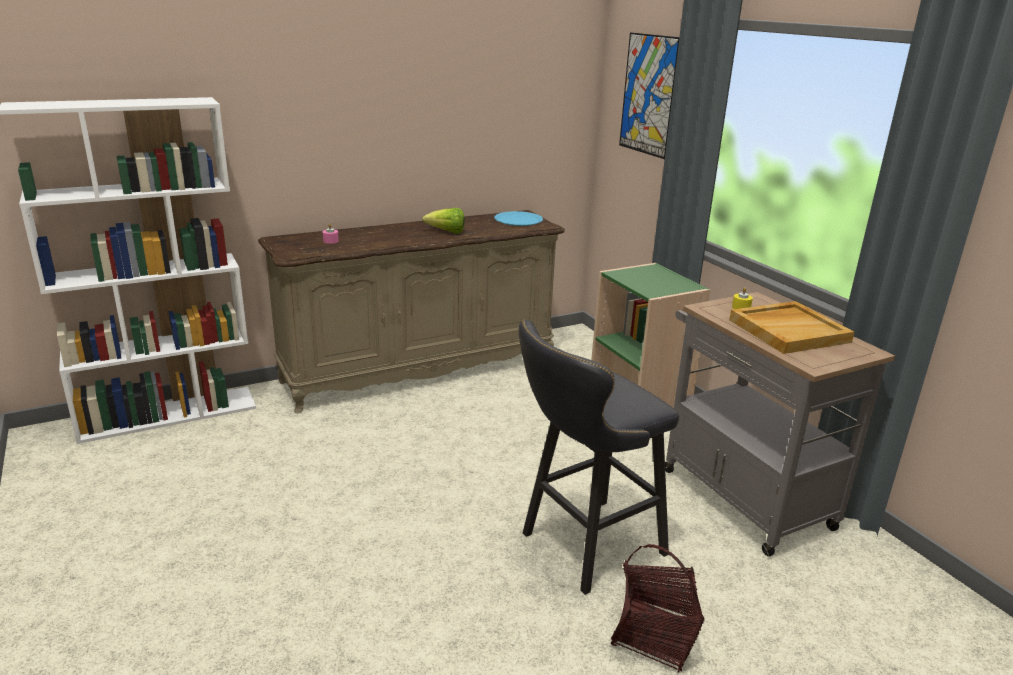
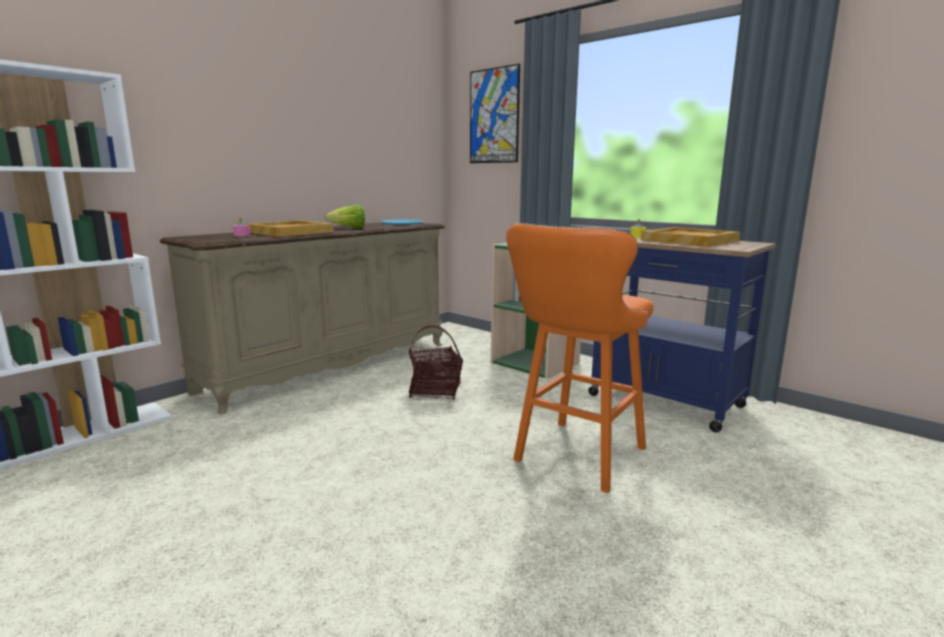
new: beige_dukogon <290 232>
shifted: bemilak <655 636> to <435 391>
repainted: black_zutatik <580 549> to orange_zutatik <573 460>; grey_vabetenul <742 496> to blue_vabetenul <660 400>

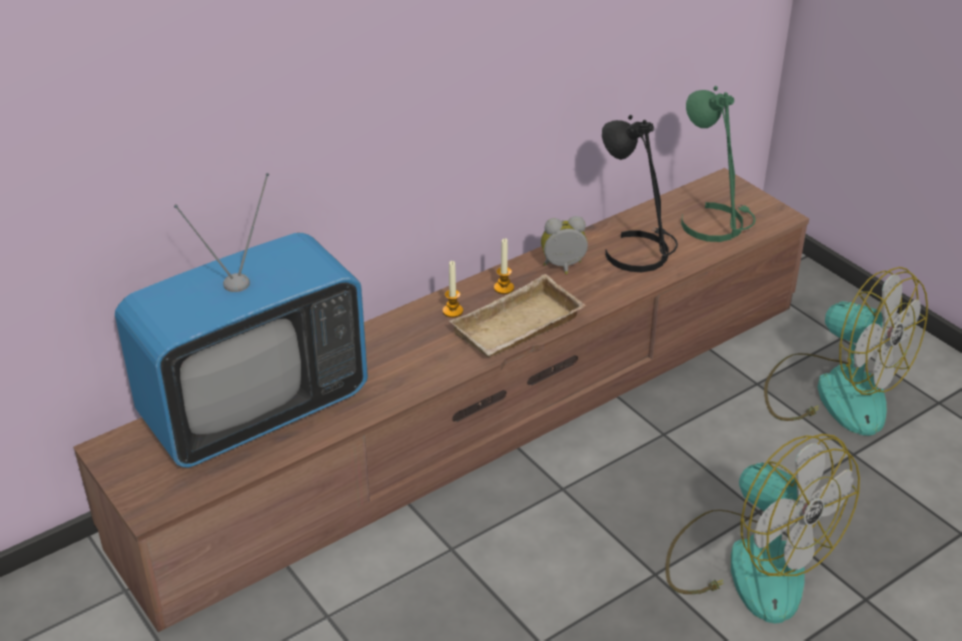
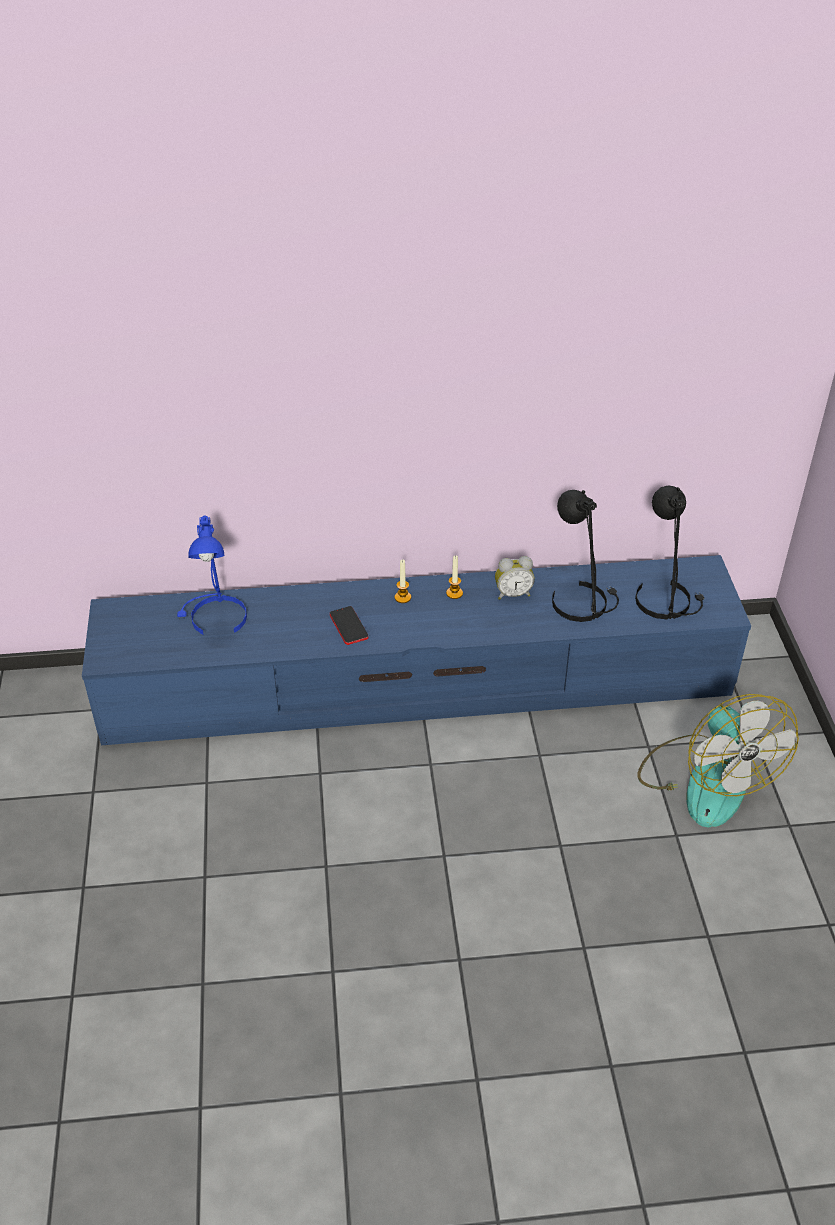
gone: beige_dukogon <518 329>; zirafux <748 563>
new: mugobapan <349 626>
swapped: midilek <254 409> to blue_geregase <215 618>
repainted: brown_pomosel <480 414> to blue_pomosel <417 683>; green_geregase <714 222> to black_geregase <666 600>
rotated: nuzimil <563 267> = <512 593> 150 degrees clockwise

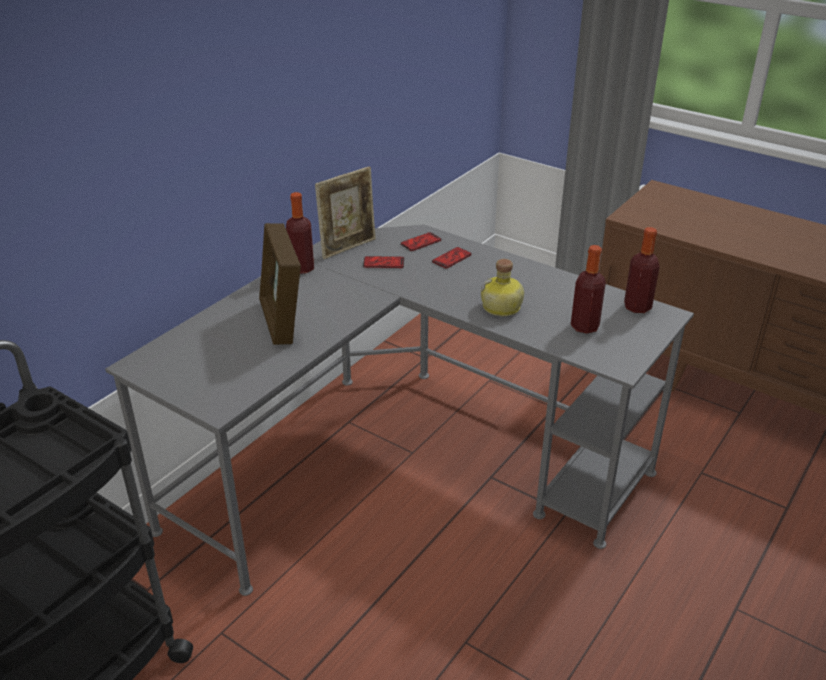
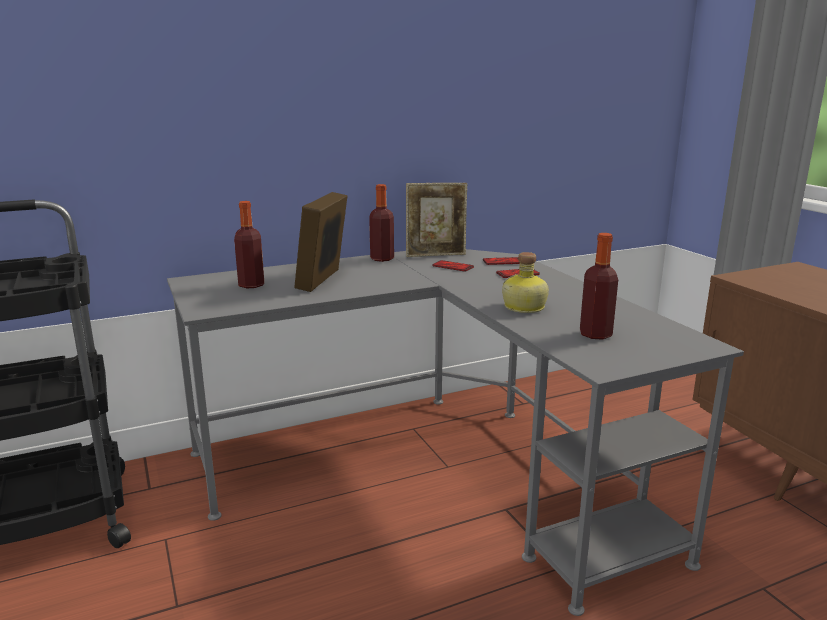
shifted: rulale <637 307> to <251 285>

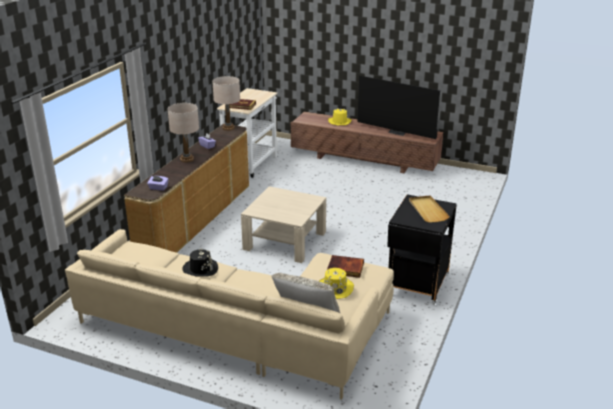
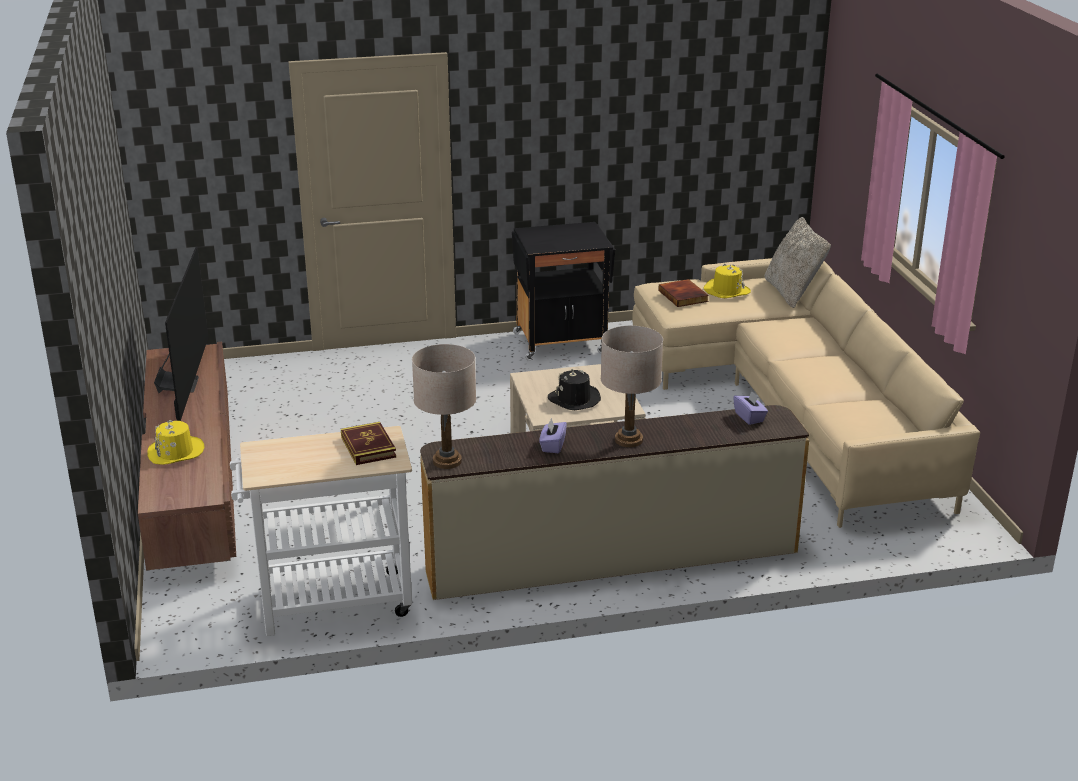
gone: beige_dukogon <427 210>
shifted: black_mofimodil <200 269> to <574 399>

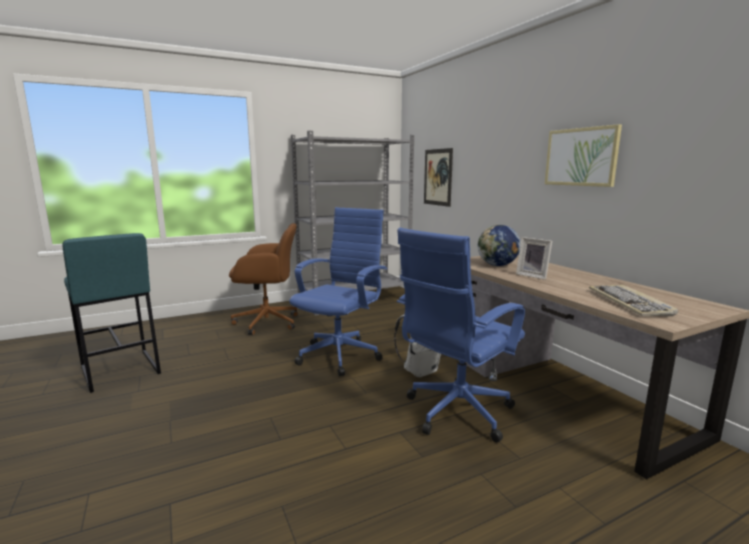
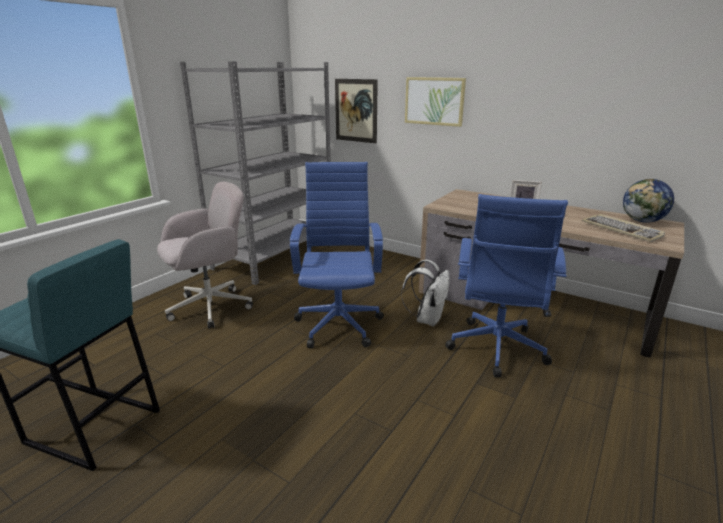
shifted: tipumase <497 265> to <642 221>; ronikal <581 157> to <434 101>
repainted: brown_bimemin <268 323> to grey_bimemin <212 307>

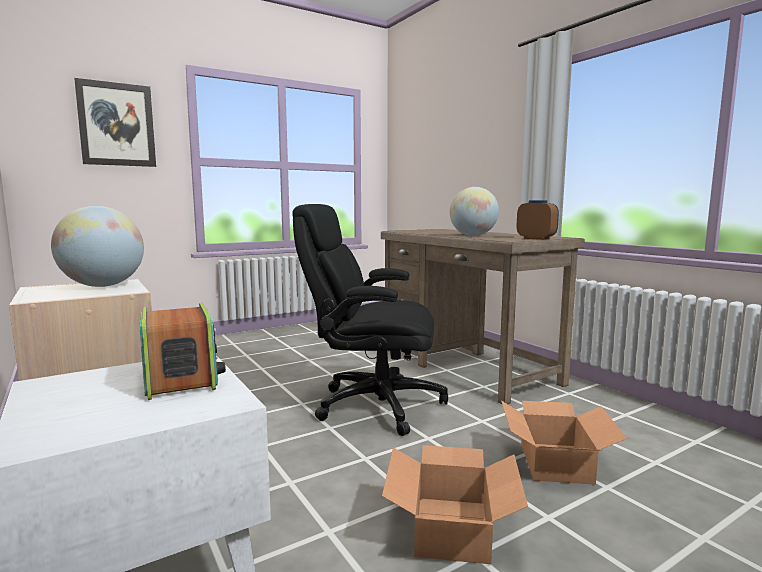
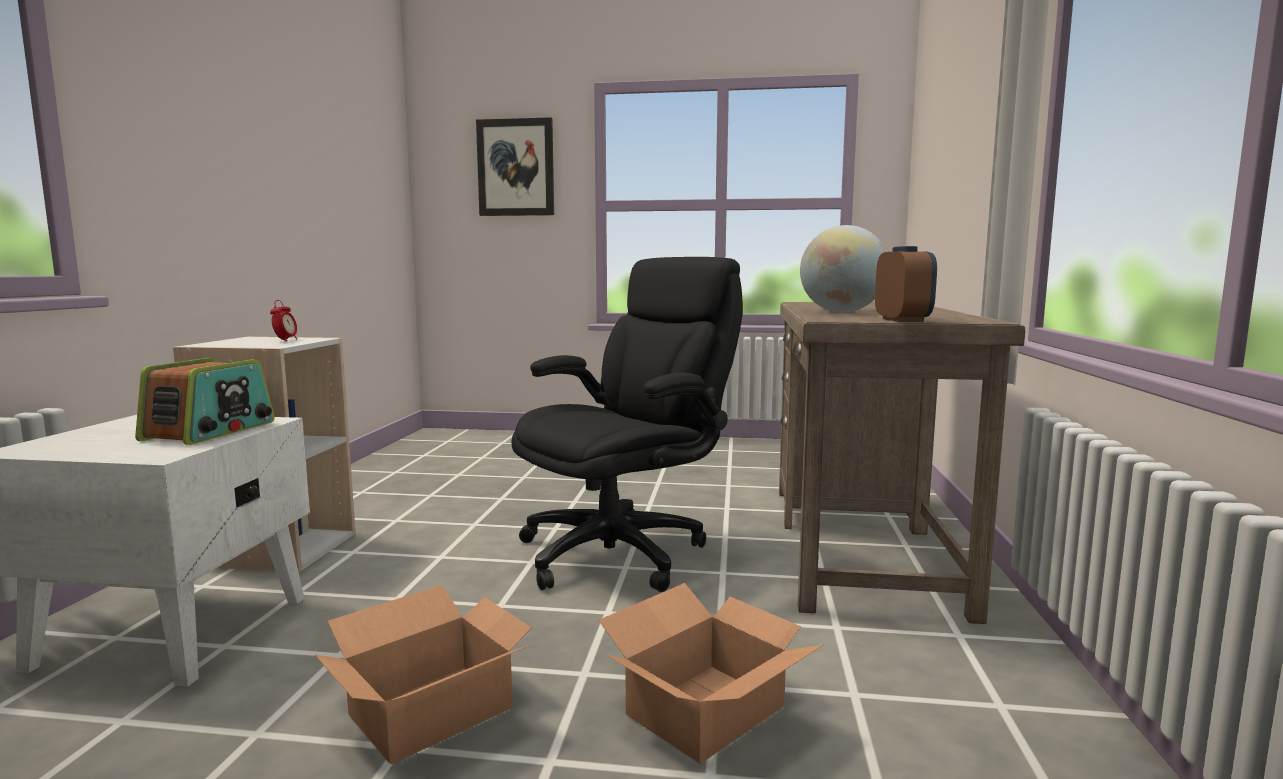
swapped: tipumase <103 286> to nuzimil <285 340>
rotated: black_bimemin <371 404> = <623 552> 90 degrees clockwise

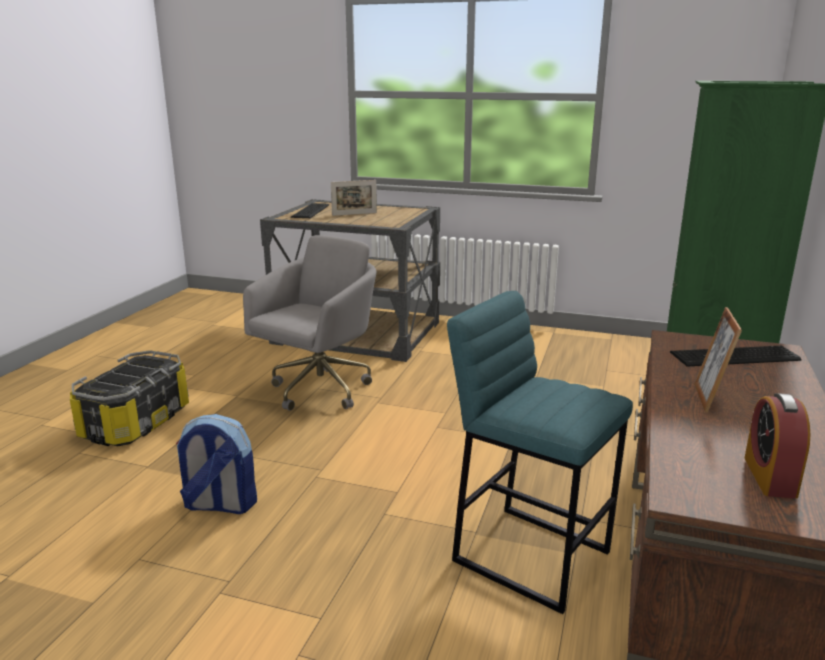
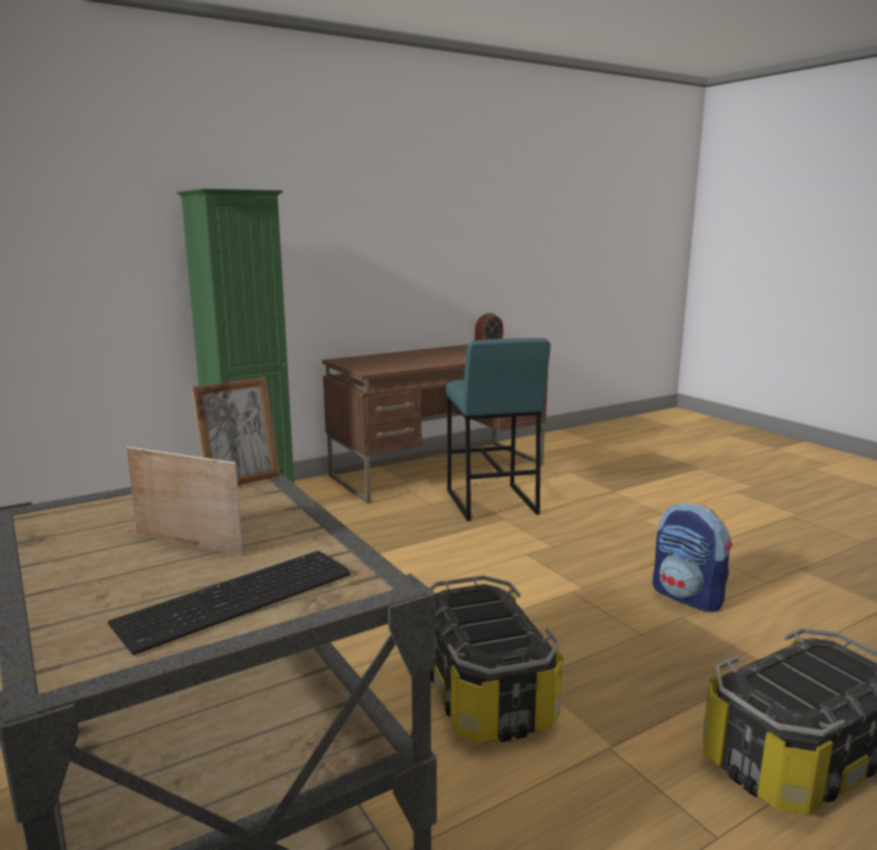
gone: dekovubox <737 357>
shifted: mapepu <709 398> to <241 481>
swapped: grey_bimemin <317 393> to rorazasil <483 693>

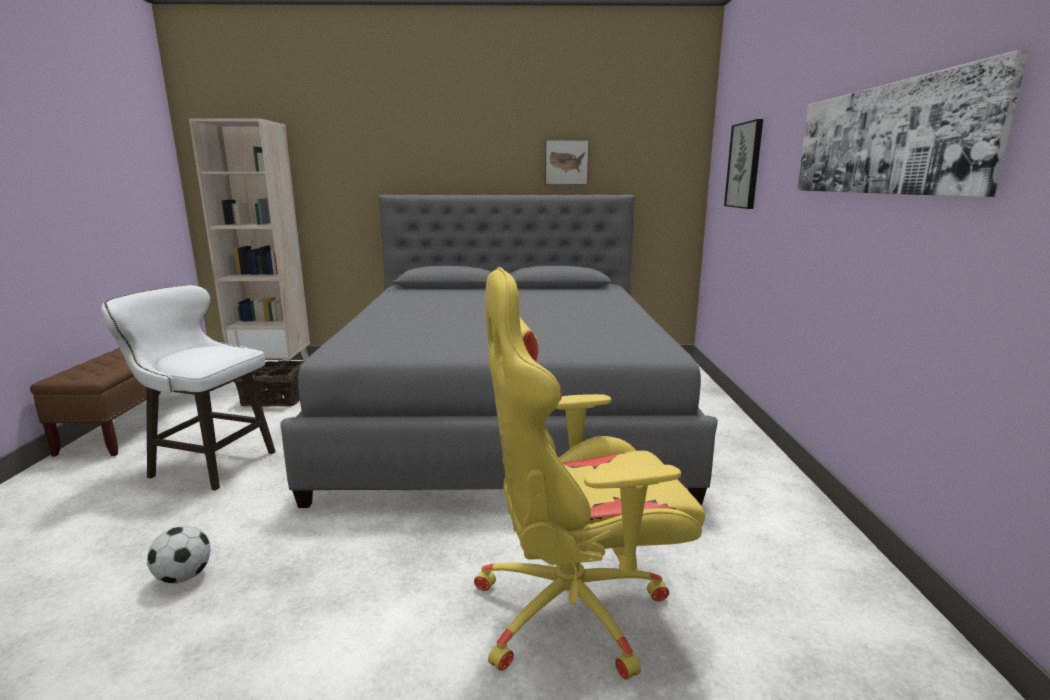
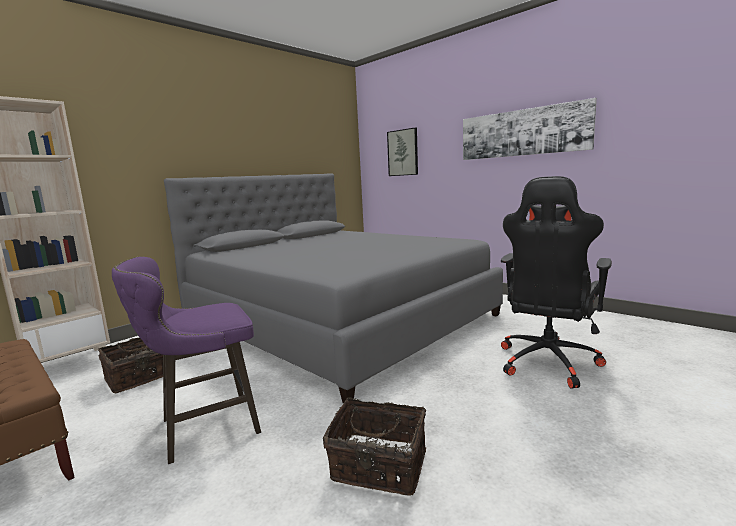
gone: ronikal <566 162>
swapped: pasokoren <183 577> to bemilak <378 467>
repainted: white_zutatik <209 463> to purple_zutatik <204 427>; yellow_bimemin <583 609> to black_bimemin <549 359>

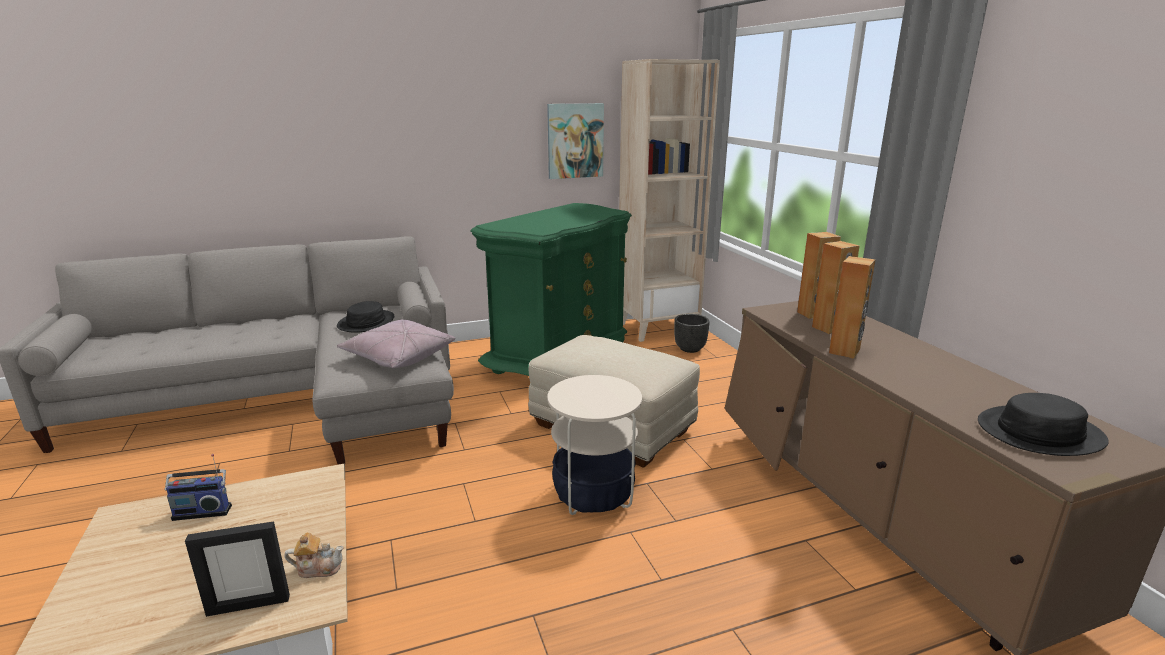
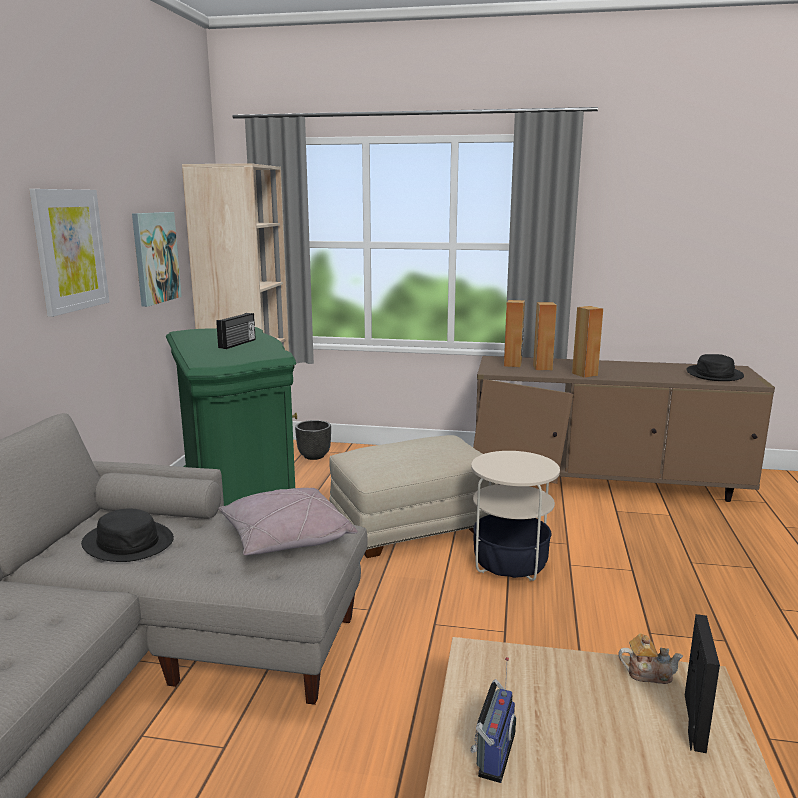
new: ronikal <70 250>; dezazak <238 344>
rotated: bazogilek <318 568> = <648 673> 75 degrees clockwise

